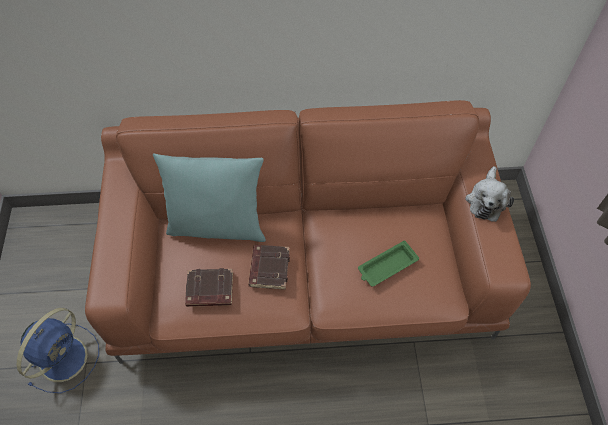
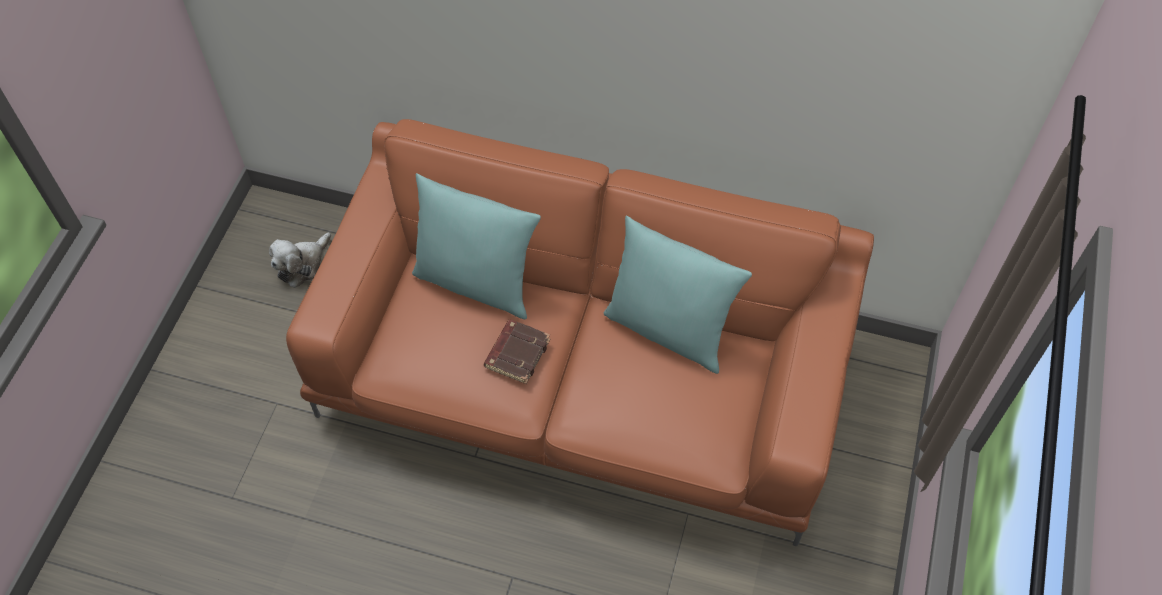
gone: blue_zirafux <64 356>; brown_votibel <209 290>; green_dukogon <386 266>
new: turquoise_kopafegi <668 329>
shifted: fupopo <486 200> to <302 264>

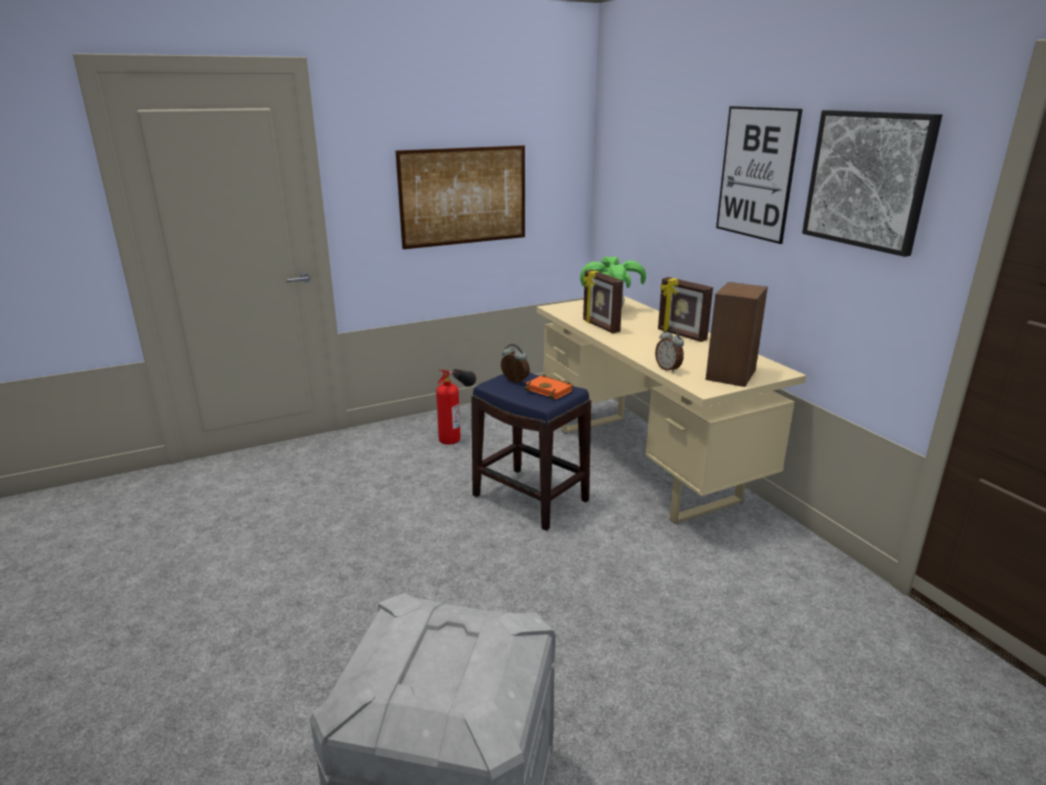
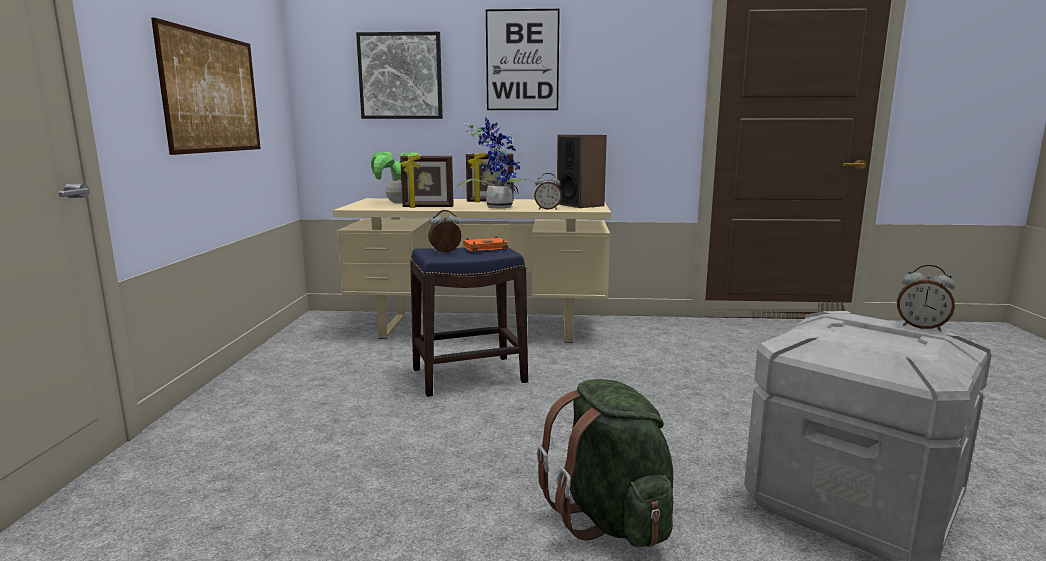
gone: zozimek <457 431>
new: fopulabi <498 207>; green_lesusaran <611 518>; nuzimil <921 327>
shifted: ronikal <867 180> to <400 76>

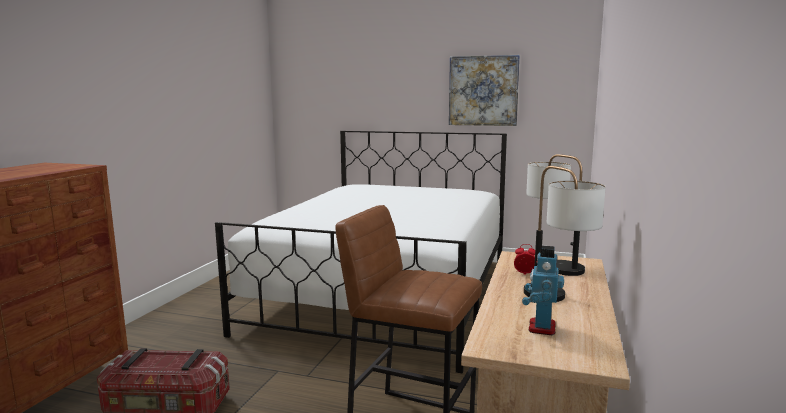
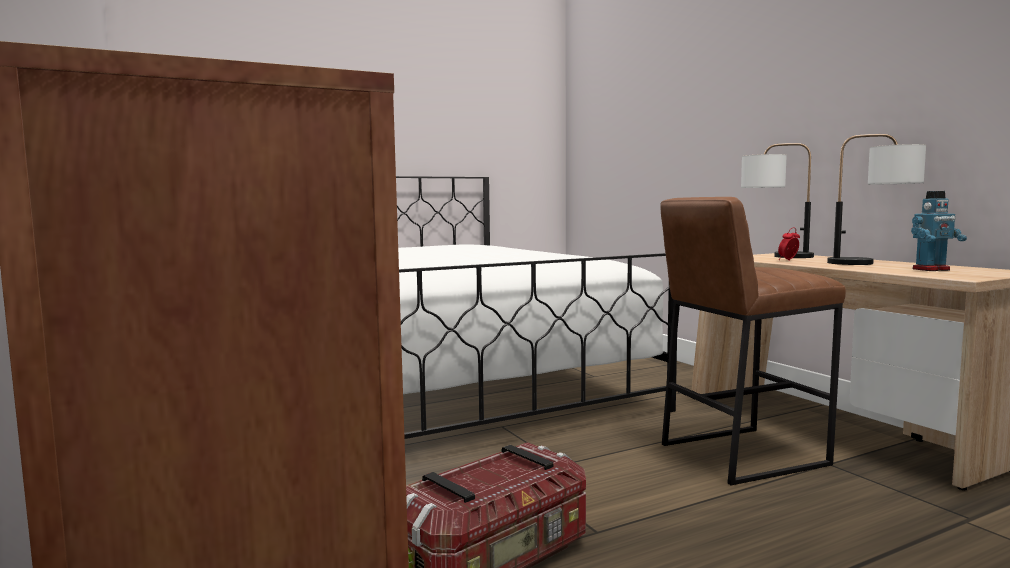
gone: ronikal <483 91>
rotated: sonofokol <541 328> = <931 269> 75 degrees counterclockwise

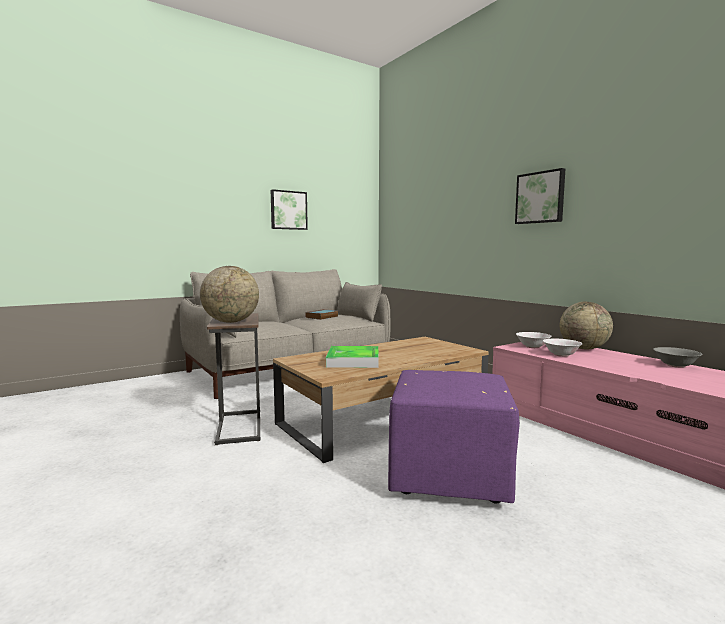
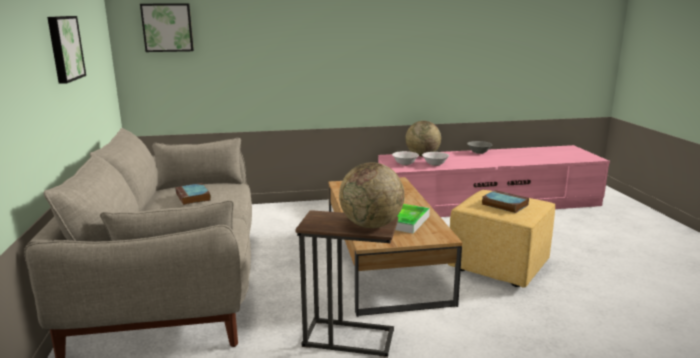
new: votibel <503 204>
shifted: ronikal <540 197> to <167 27>
repainted: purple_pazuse <451 476> to yellow_pazuse <499 266>

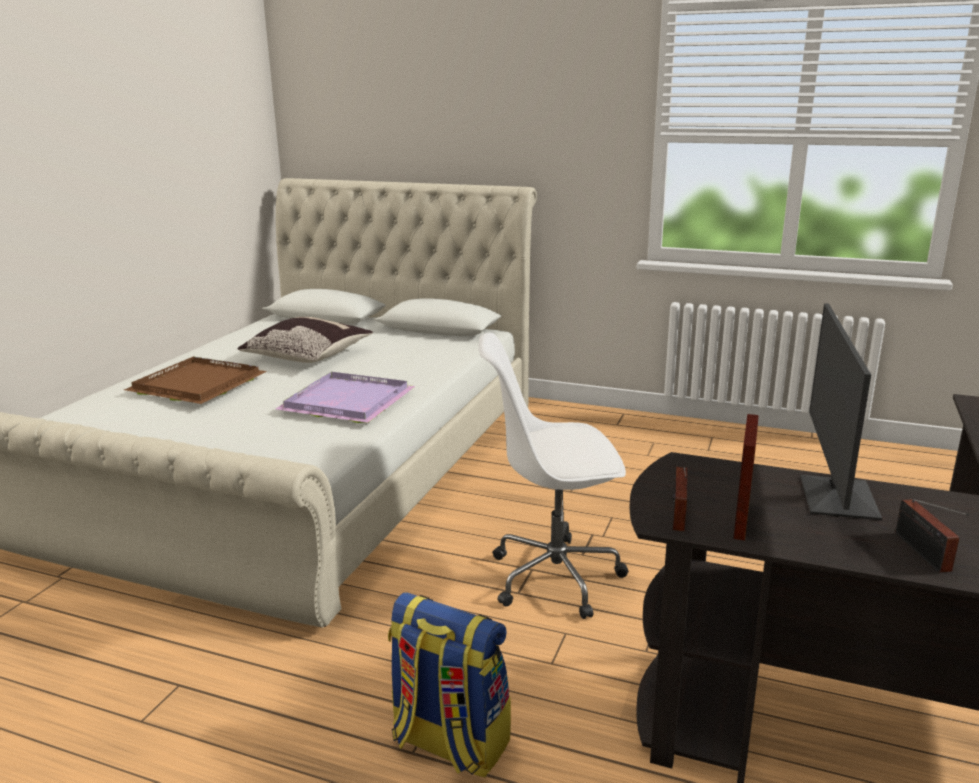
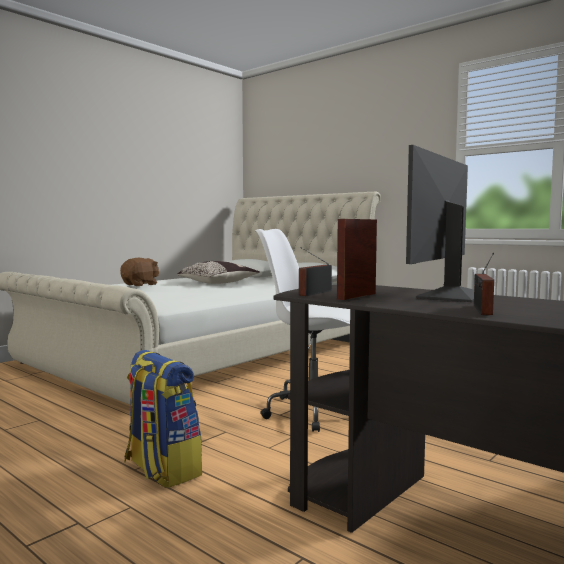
gone: purple_dukogon <348 402>
swapped: brown_dukogon <195 385> to brown_fupopo <141 284>

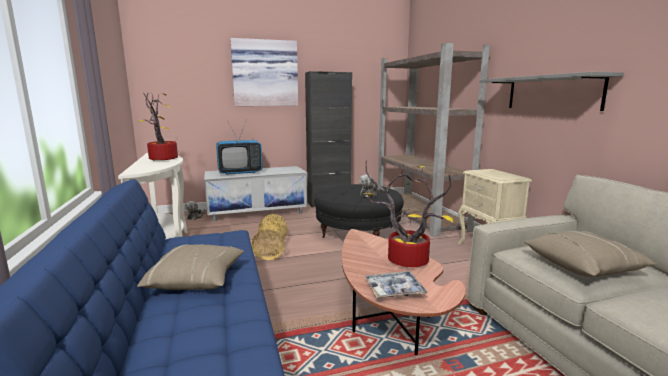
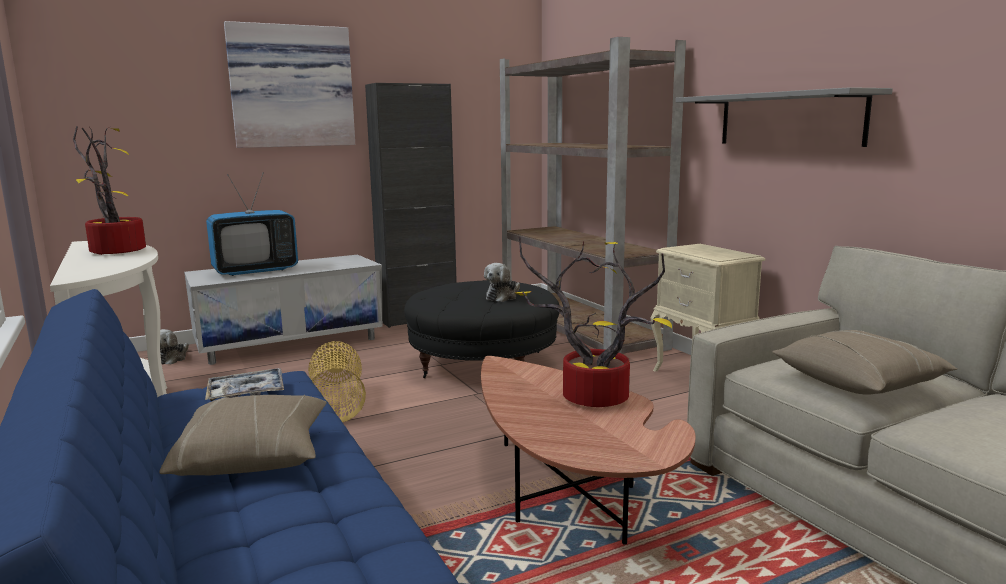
shifted: dukogon <394 290> to <246 393>

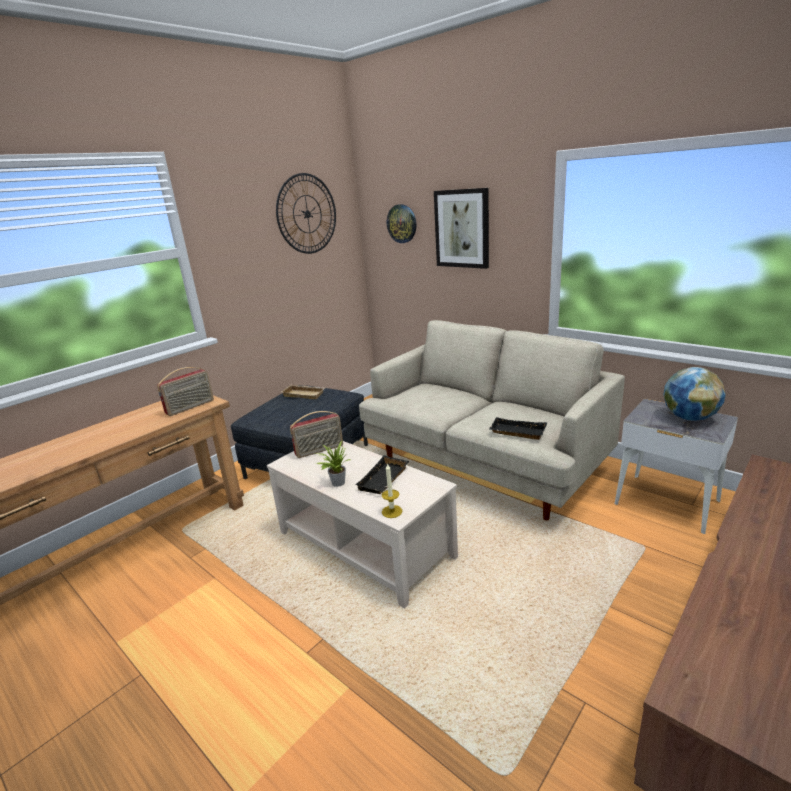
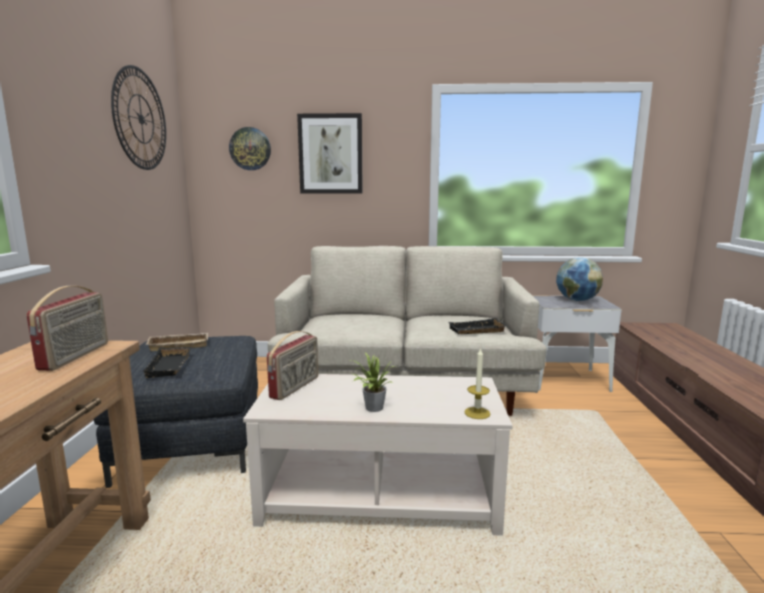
shifted: black_dukogon <384 480> to <171 366>

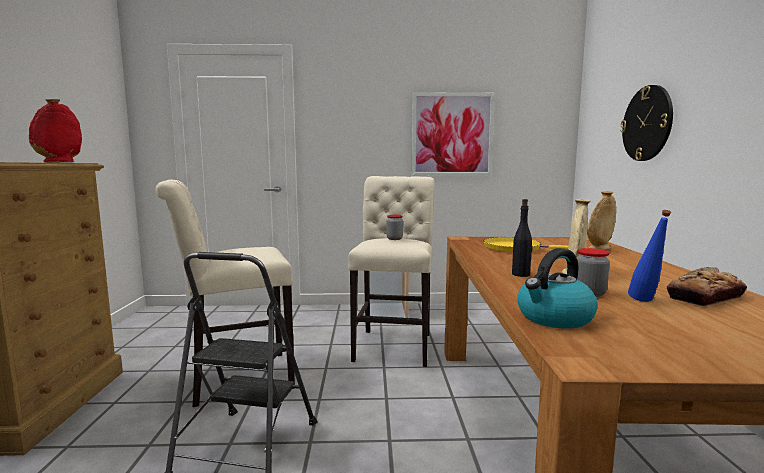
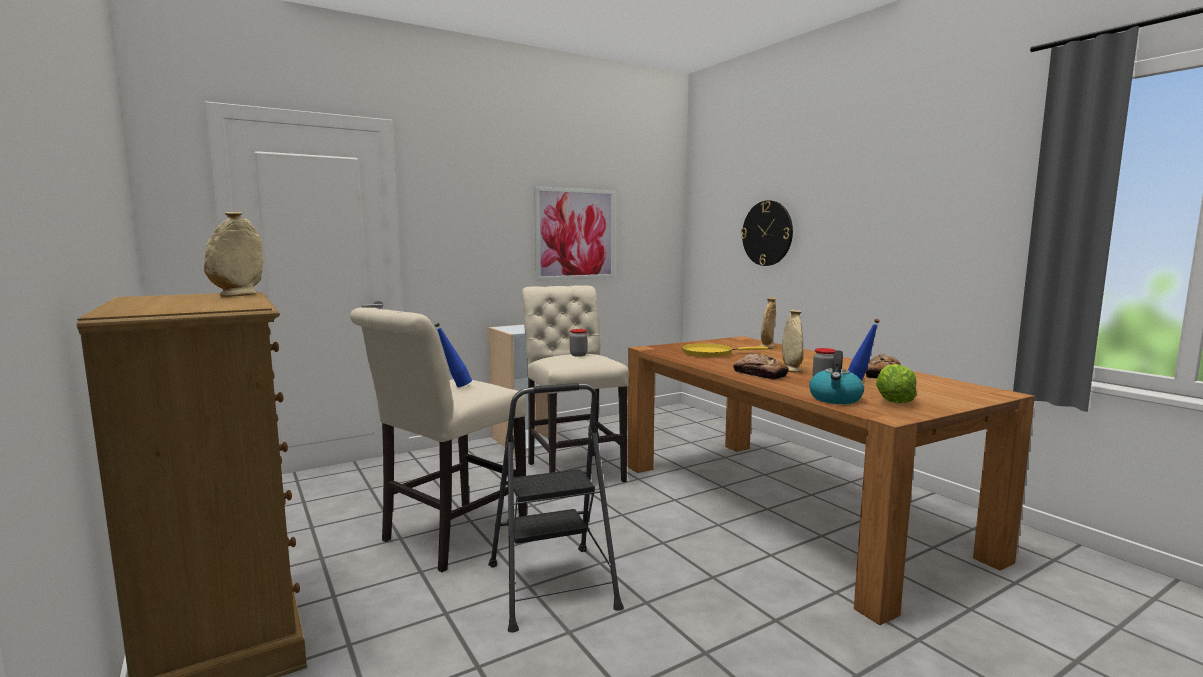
new: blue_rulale <454 387>; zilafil <893 402>
swapped: black_rulale <521 274> to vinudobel <759 374>
repainted: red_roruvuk <59 162> to beige_roruvuk <238 295>

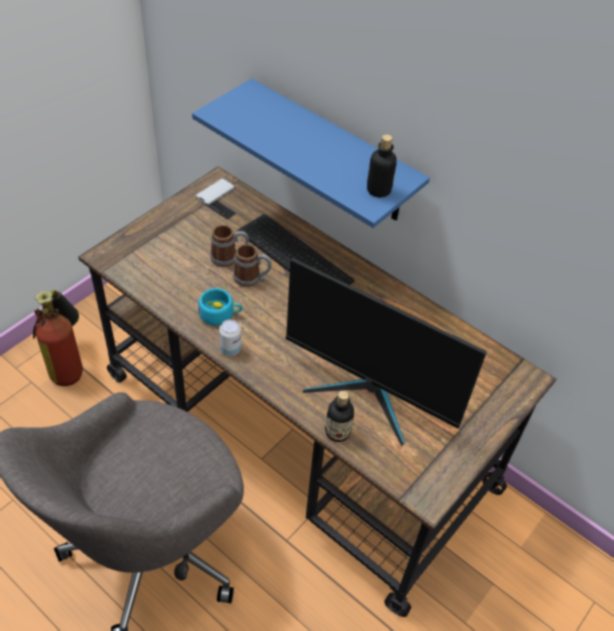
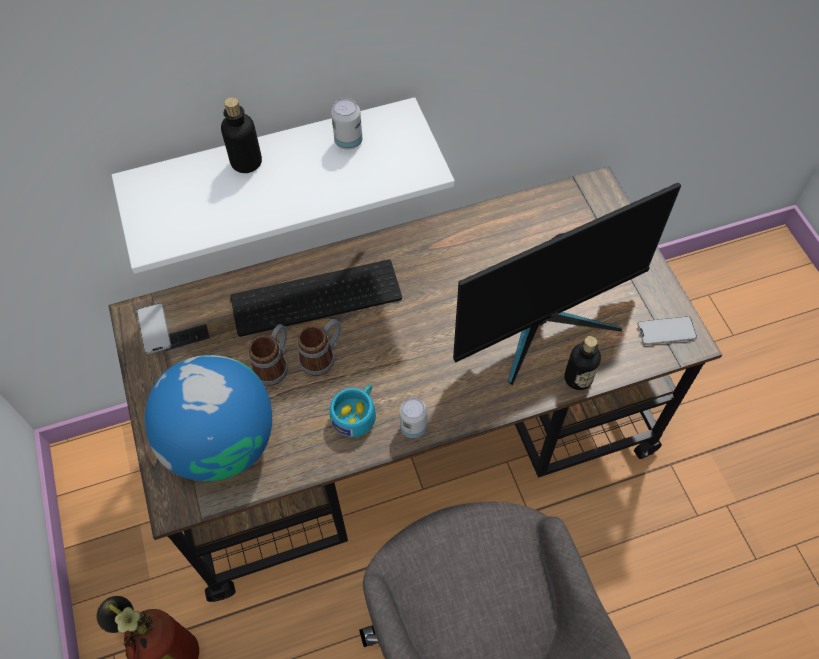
new: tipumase <222 442>; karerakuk <348 141>; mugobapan <666 331>
shifted: rulale <378 190> to <246 162>
repainted: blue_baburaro <333 153> to white_baburaro <274 166>

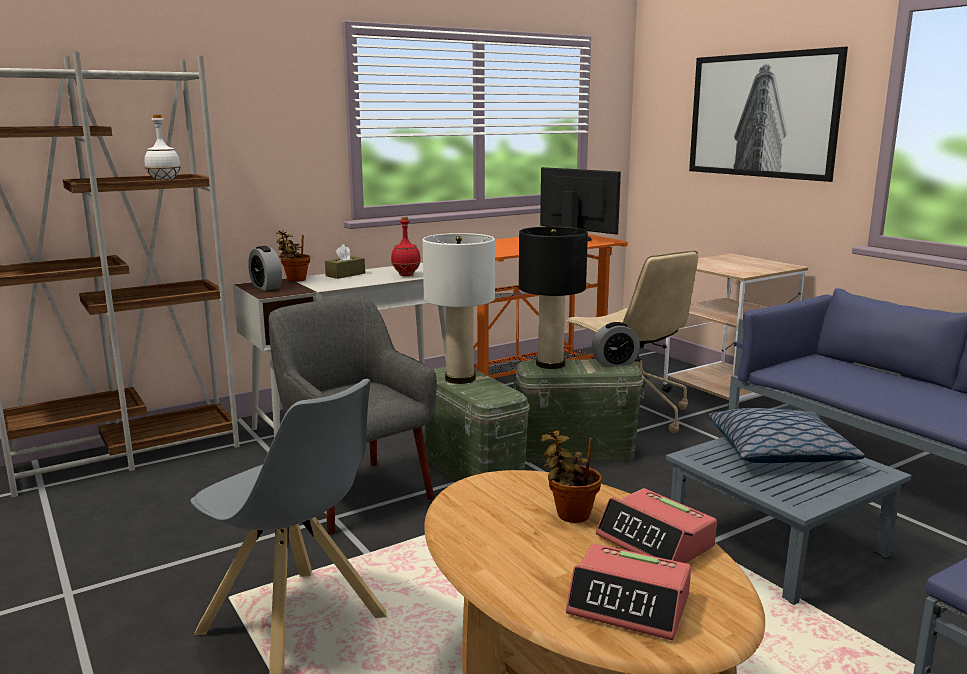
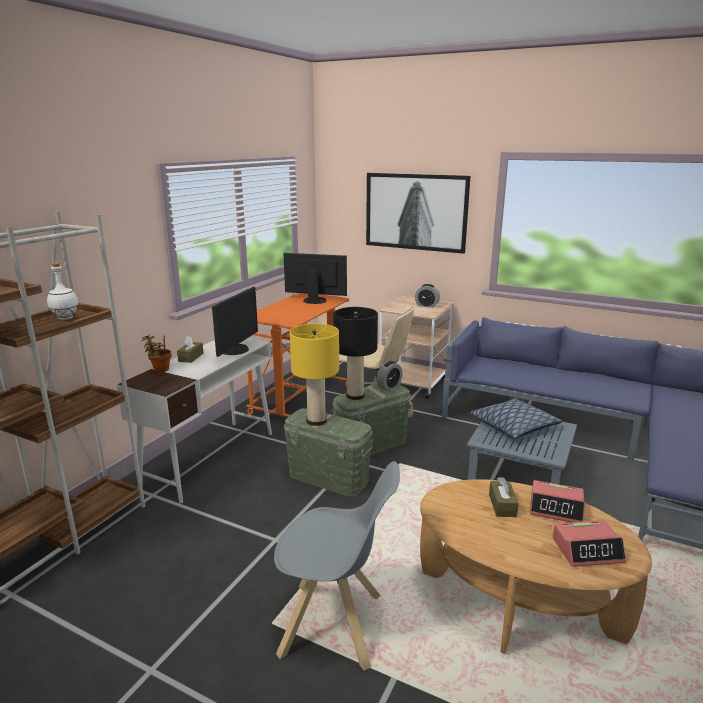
gone: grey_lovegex <355 494>
shifted: nuzimil <266 287> to <426 305>
swapped: red_rulale <406 275> to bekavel <236 350>; fopulabi <569 514> to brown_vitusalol <502 505>
repainted: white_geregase <459 379> to yellow_geregase <316 421>

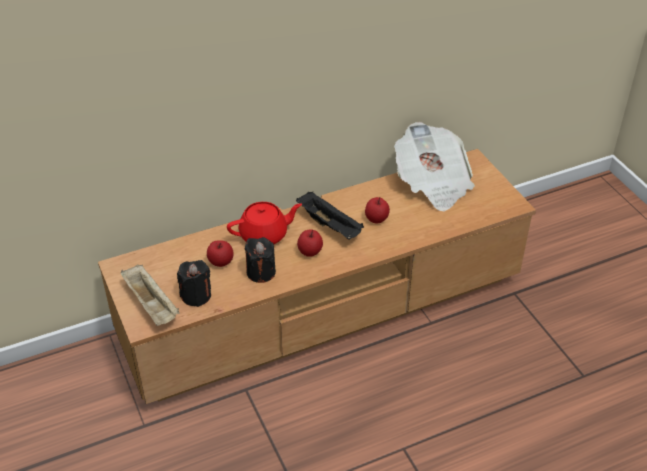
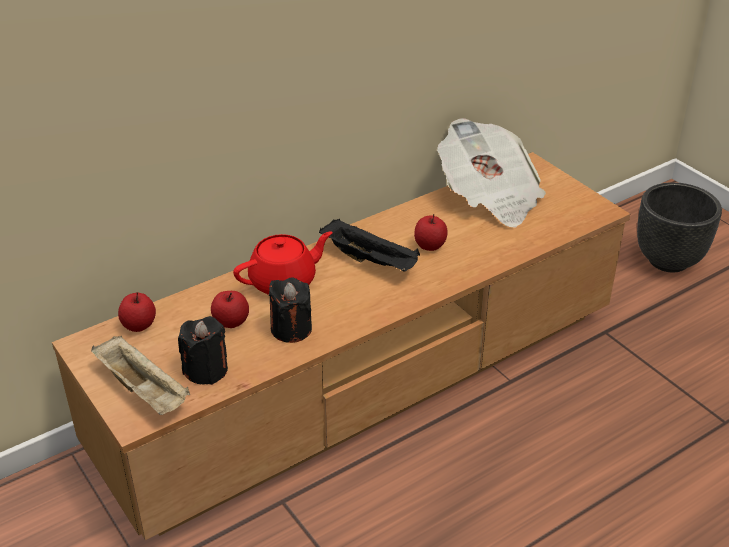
new: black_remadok <668 260>
shifted: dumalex <310 251> to <139 325>

